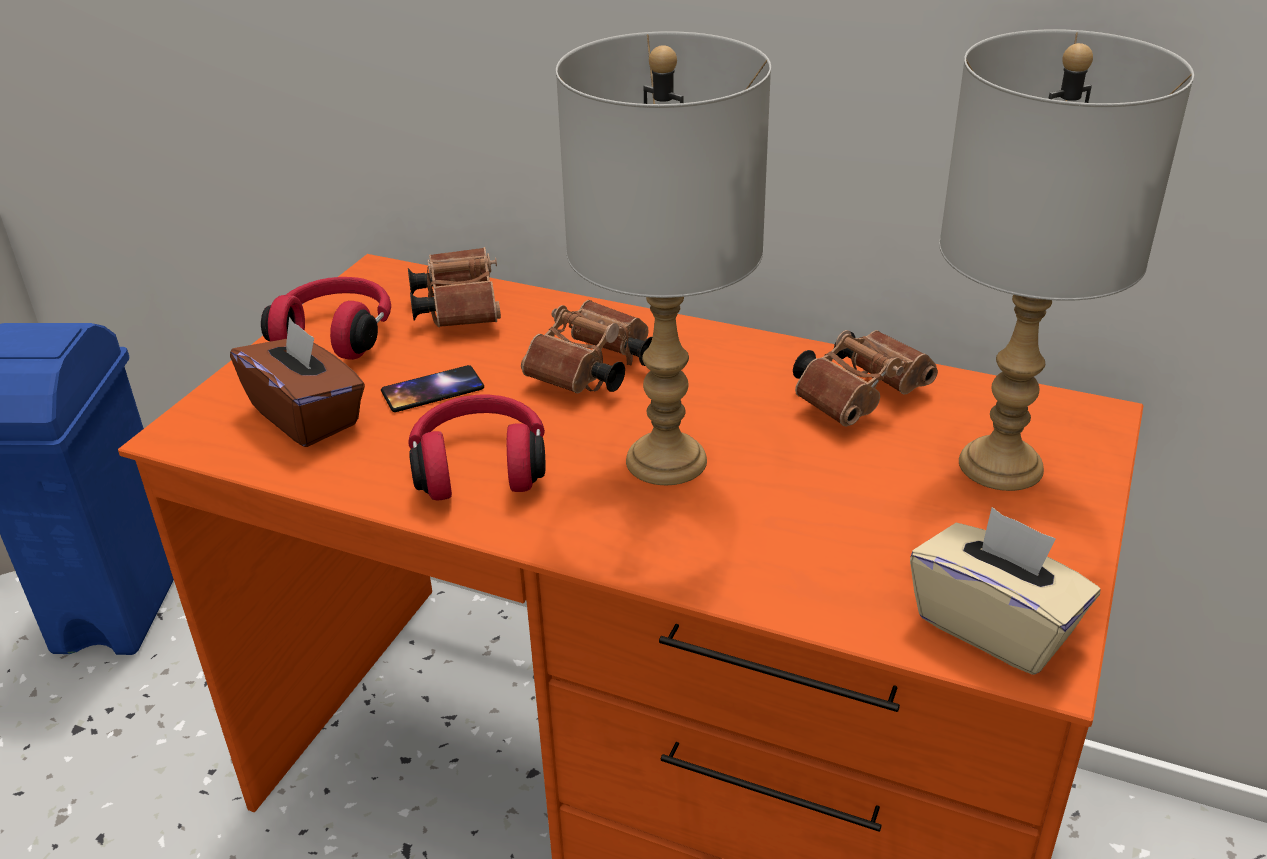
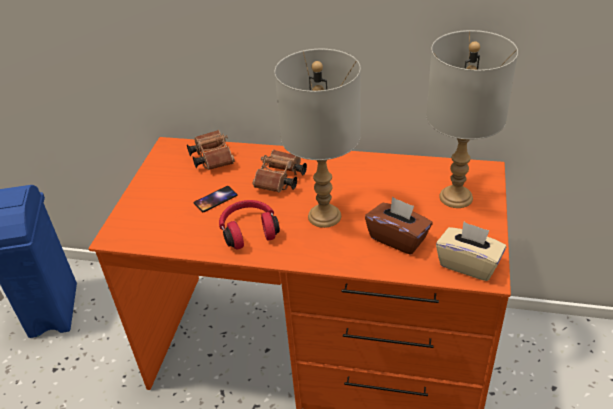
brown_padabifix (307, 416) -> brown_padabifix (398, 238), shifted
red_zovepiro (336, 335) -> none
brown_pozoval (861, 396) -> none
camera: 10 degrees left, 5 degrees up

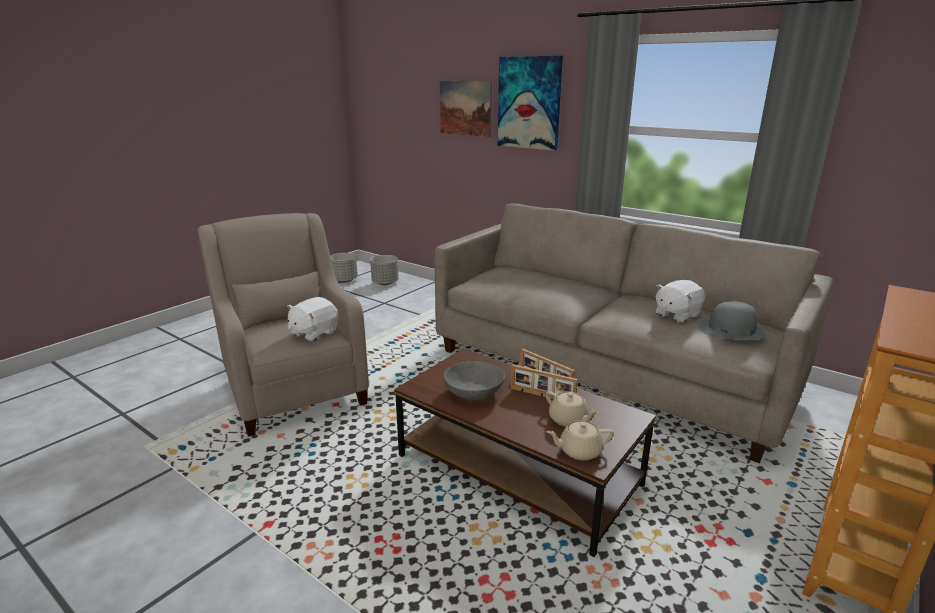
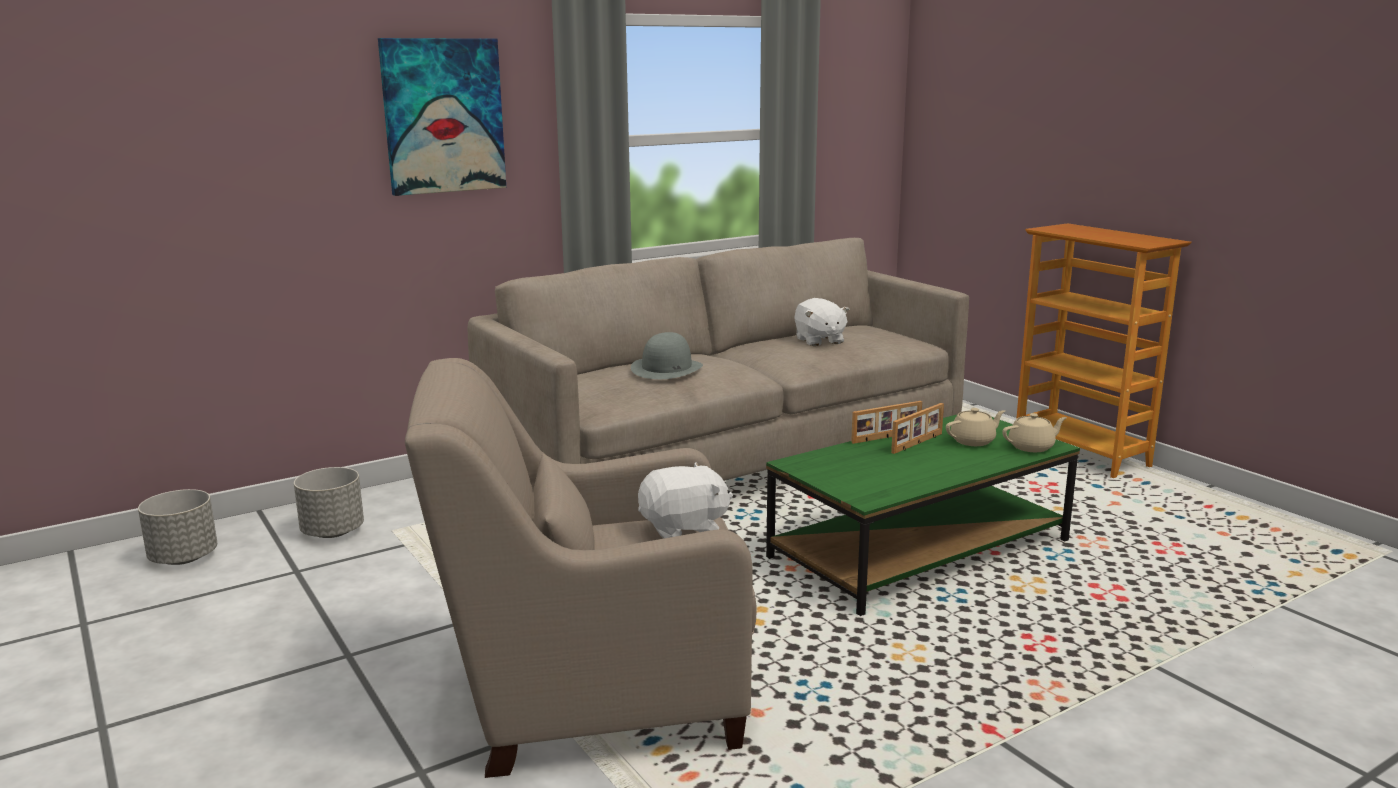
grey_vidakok (344, 280) -> grey_vidakok (332, 532), shifted
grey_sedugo (731, 330) -> grey_sedugo (666, 368), shifted
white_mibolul (313, 333) -> white_mibolul (684, 529), 75 degrees counterclockwise
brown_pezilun (517, 470) -> green_pezilun (918, 549)
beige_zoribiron (579, 451) -> beige_zoribiron (1032, 447), 120 degrees counterclockwise
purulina (465, 108) -> none
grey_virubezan (473, 392) -> none
camera: 70 degrees left, 5 degrees down

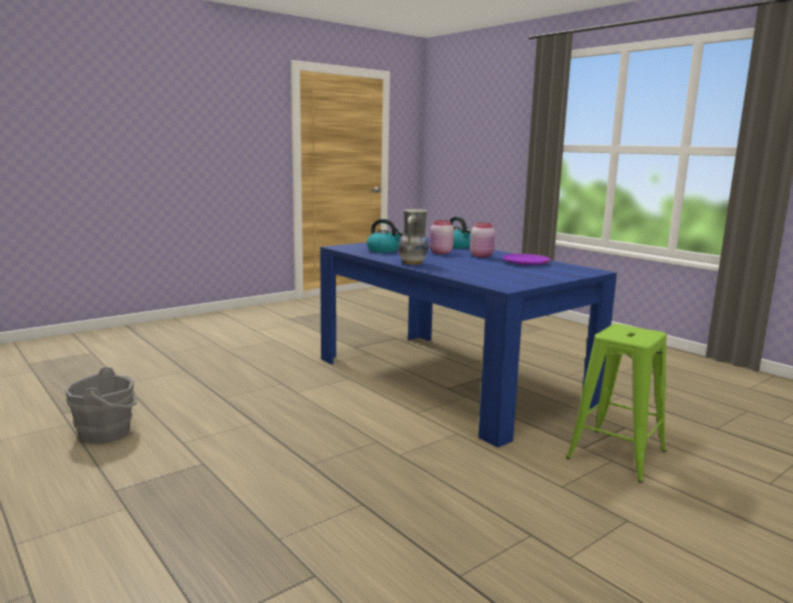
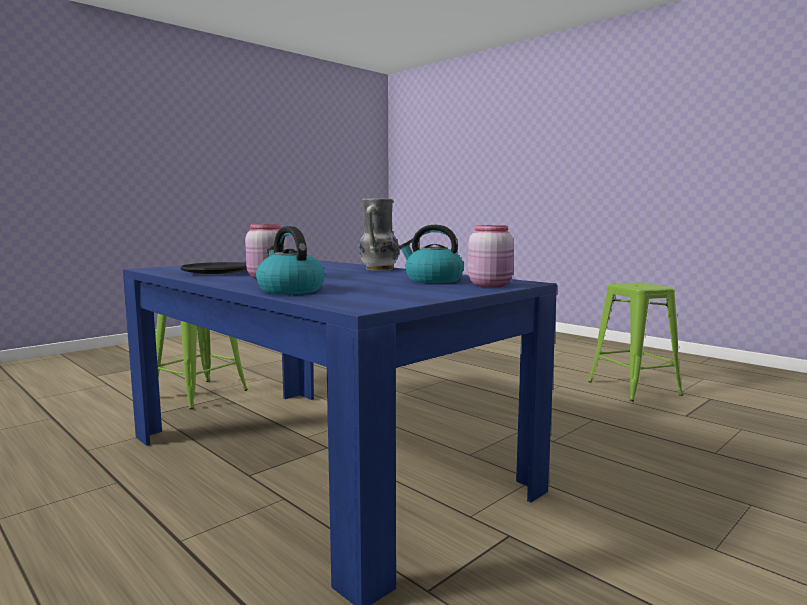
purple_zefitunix (526, 263) -> black_zefitunix (217, 273)
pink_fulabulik (440, 252) -> pink_fulabulik (490, 285), shifted
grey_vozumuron (106, 433) -> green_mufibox (633, 388)
camera: 175 degrees right, 5 degrees down

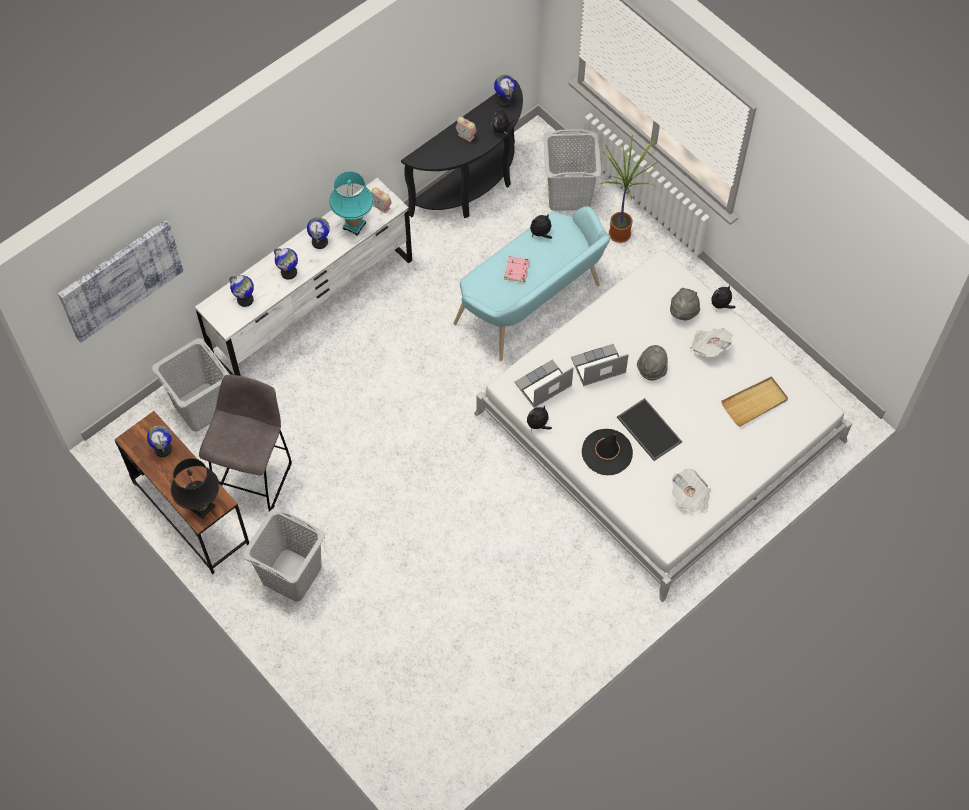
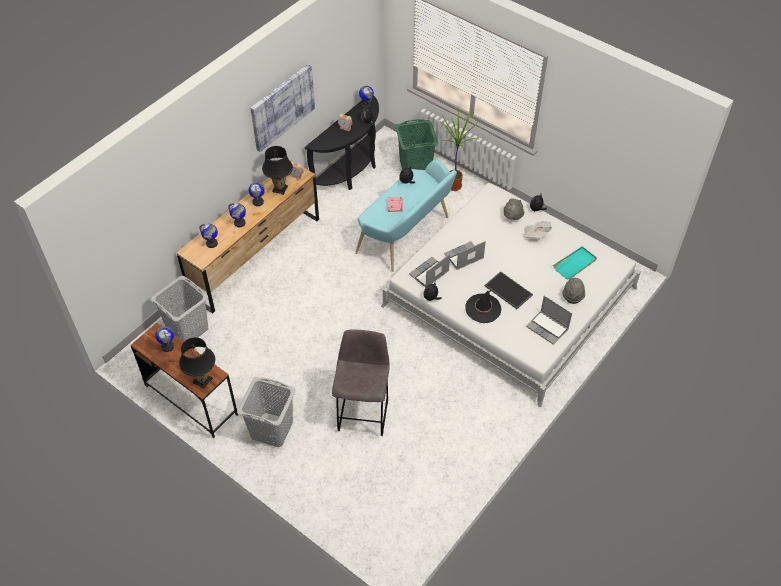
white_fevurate (312, 308) -> brown_fevurate (256, 257)
purulina (120, 279) -> purulina (281, 106), shifted
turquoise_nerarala (354, 225) -> black_nerarala (280, 189)
grey_mufibox (255, 477) -> grey_mufibox (363, 413), shifted
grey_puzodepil (569, 194) -> green_puzodepil (415, 167)
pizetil (690, 497) -> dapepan (548, 328)
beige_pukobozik (754, 402) -> turquoise_pukobozik (575, 264)
grey_sedugo (652, 369) -> grey_sedugo (572, 296), shifted
camera: 10 degrees left, 10 degrees down

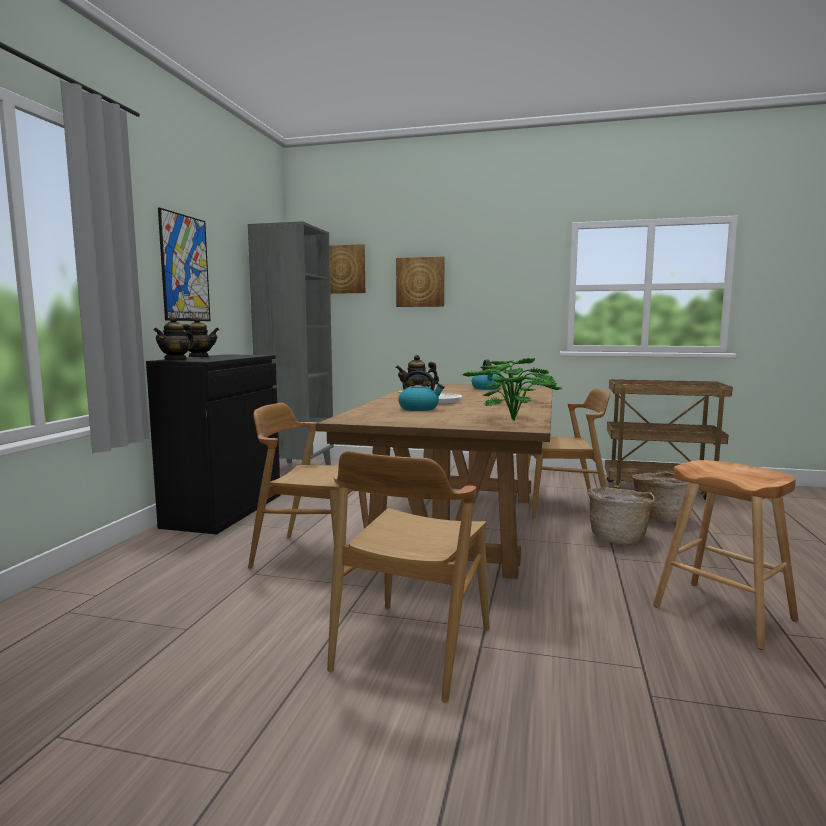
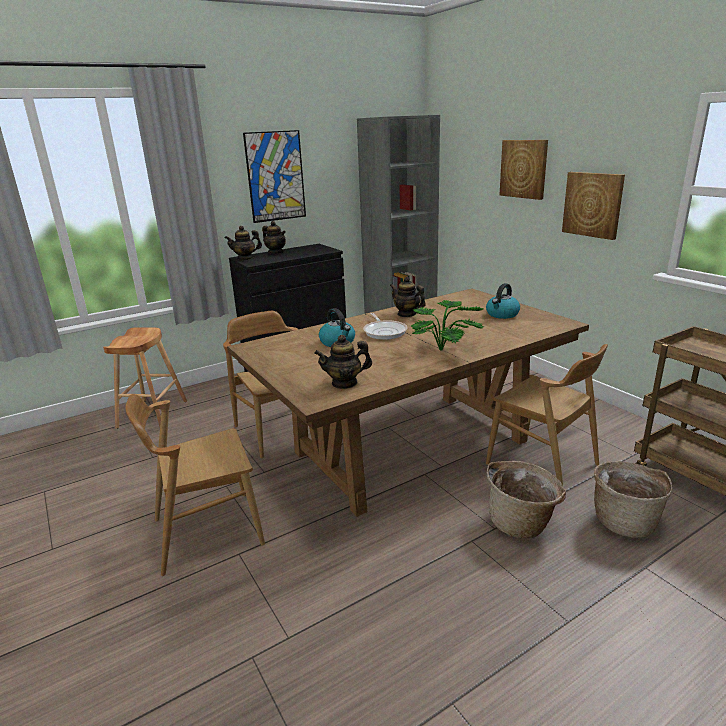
brown_mufibox (722, 613) -> brown_mufibox (152, 414), shifted
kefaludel (511, 419) -> zoribiron (344, 383)
purulina (342, 269) -> purulina (593, 204), shifted
camera: 45 degrees right, 15 degrees up

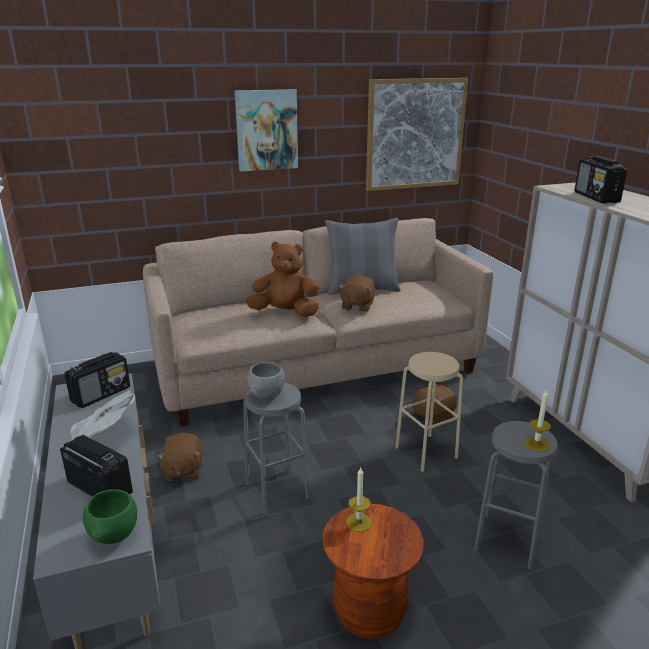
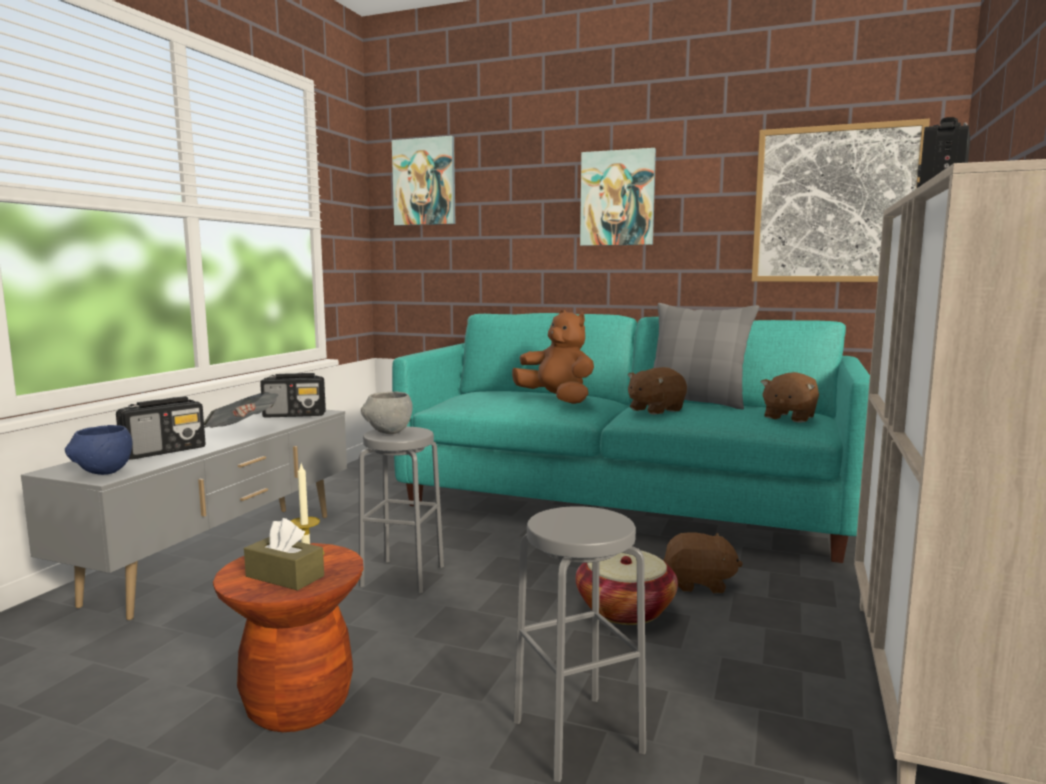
green_virubezan (113, 537) -> blue_virubezan (103, 473)
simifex (99, 488) -> simifex (164, 451), 60 degrees clockwise
none -> brown_padabifix (285, 576)
none -> purulina (424, 182)
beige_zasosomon (317, 367) -> turquoise_zasosomon (623, 503)
beige_mufibox (426, 452) -> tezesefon (625, 609)
brown_mibolul (183, 470) -> brown_mibolul (788, 417), shifted
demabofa (536, 444) -> none
camera: 40 degrees right, 15 degrees down

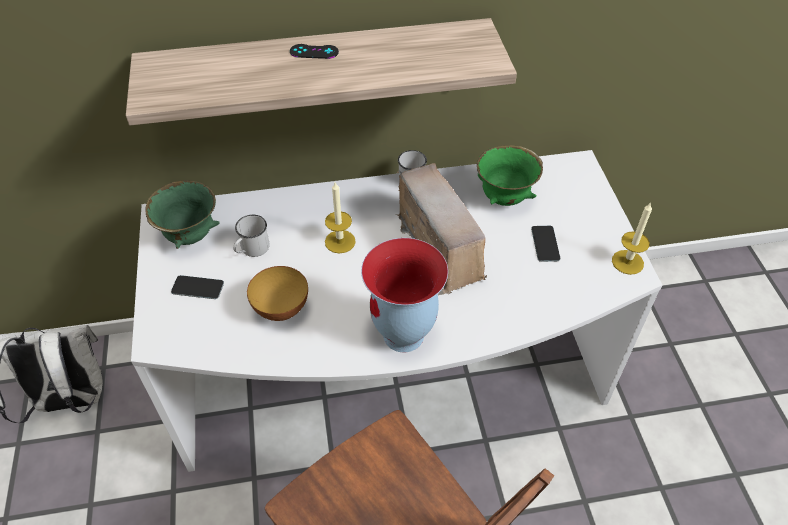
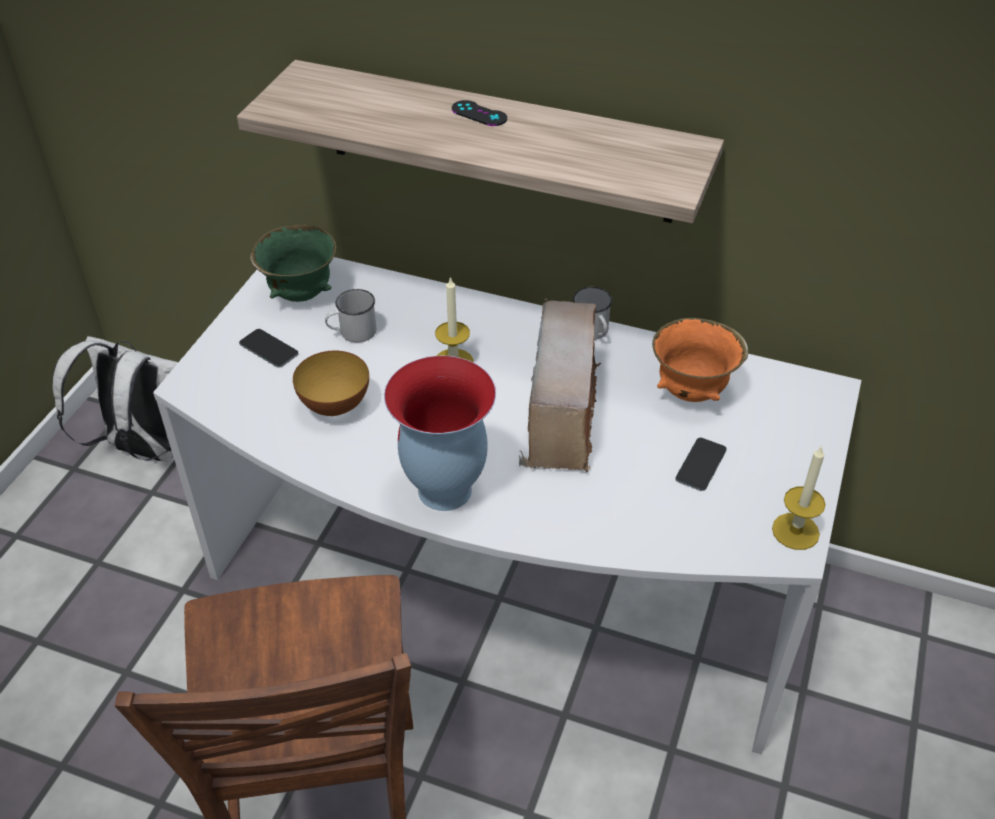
green_virubezan (505, 198) -> orange_virubezan (691, 393)
camera: 30 degrees right, 5 degrees down

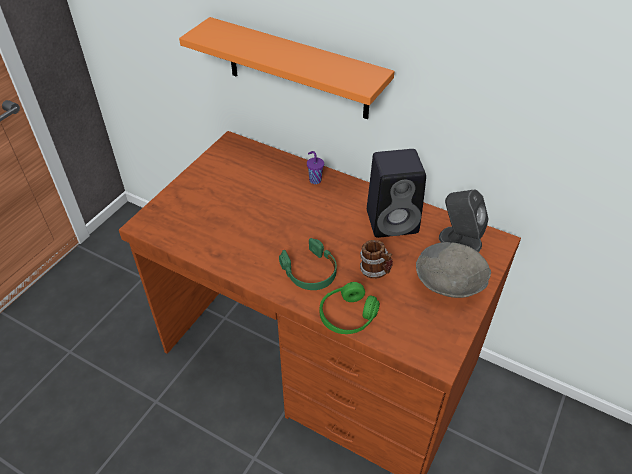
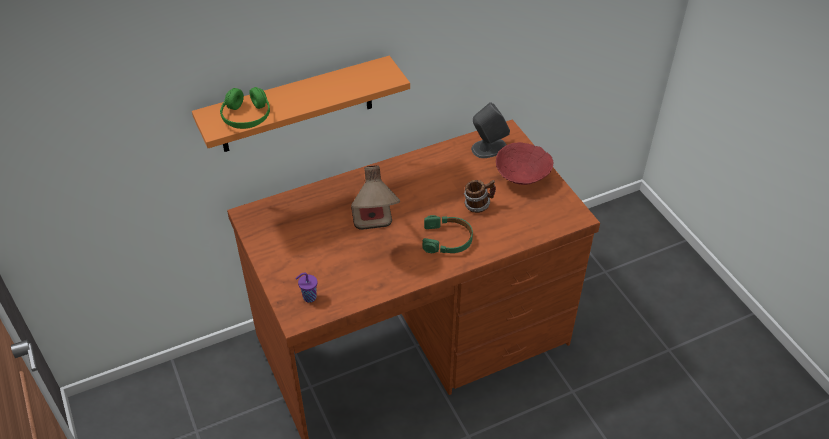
green_zovepiro (347, 316) -> green_zovepiro (246, 117), shifted
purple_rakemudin (314, 180) -> purple_rakemudin (308, 297), shifted
none -> nerarala (375, 232)
grey_virubezan (450, 284) -> red_virubezan (522, 175)
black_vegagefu (393, 221) -> none
camera: 55 degrees left, 0 degrees up

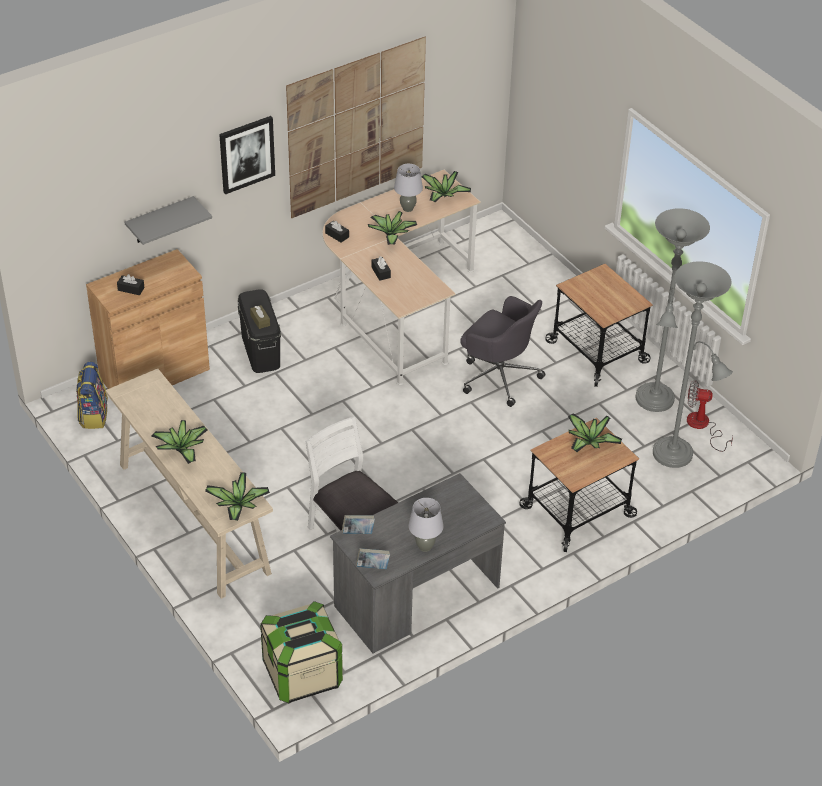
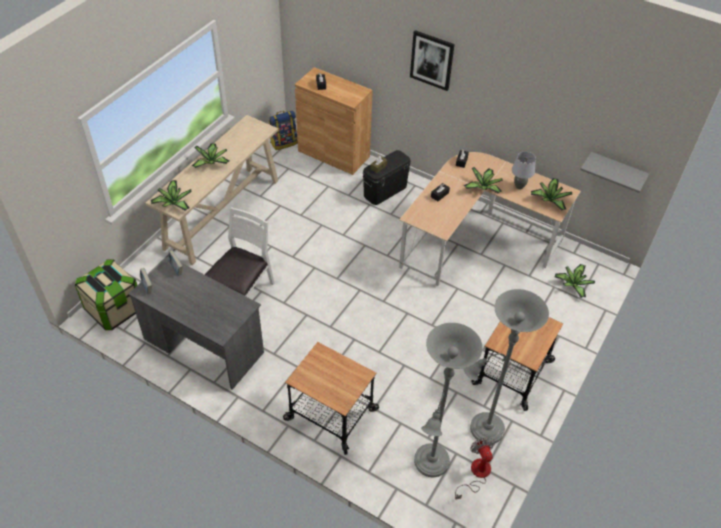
kefaludel (589, 442) -> kefaludel (573, 284), shifted
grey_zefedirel (160, 220) -> grey_zefedirel (616, 171), shifted
purulina (356, 127) -> none
grey_nerarala (425, 547) -> none
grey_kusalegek (498, 375) -> none
camera: 65 degrees right, 5 degrees up

